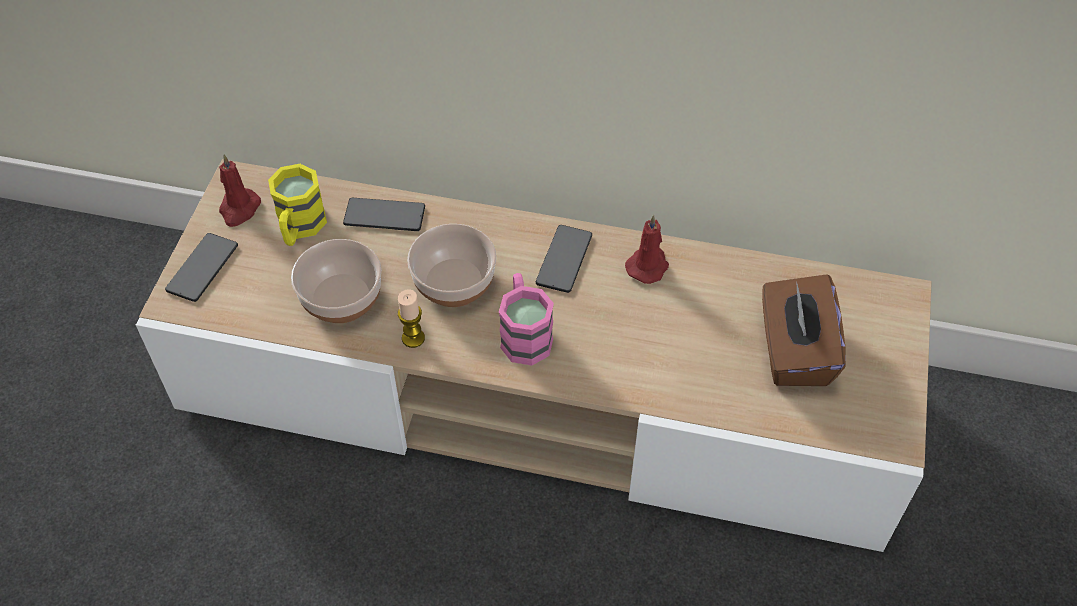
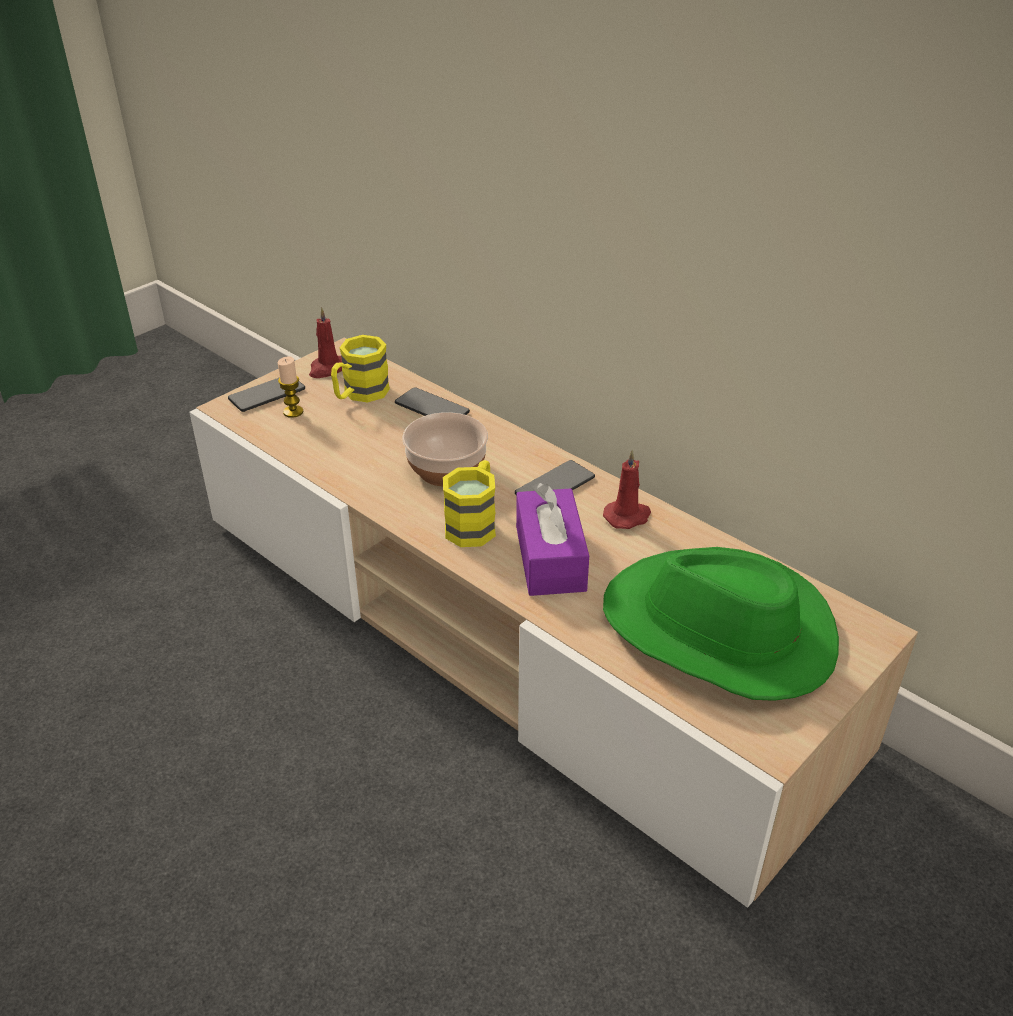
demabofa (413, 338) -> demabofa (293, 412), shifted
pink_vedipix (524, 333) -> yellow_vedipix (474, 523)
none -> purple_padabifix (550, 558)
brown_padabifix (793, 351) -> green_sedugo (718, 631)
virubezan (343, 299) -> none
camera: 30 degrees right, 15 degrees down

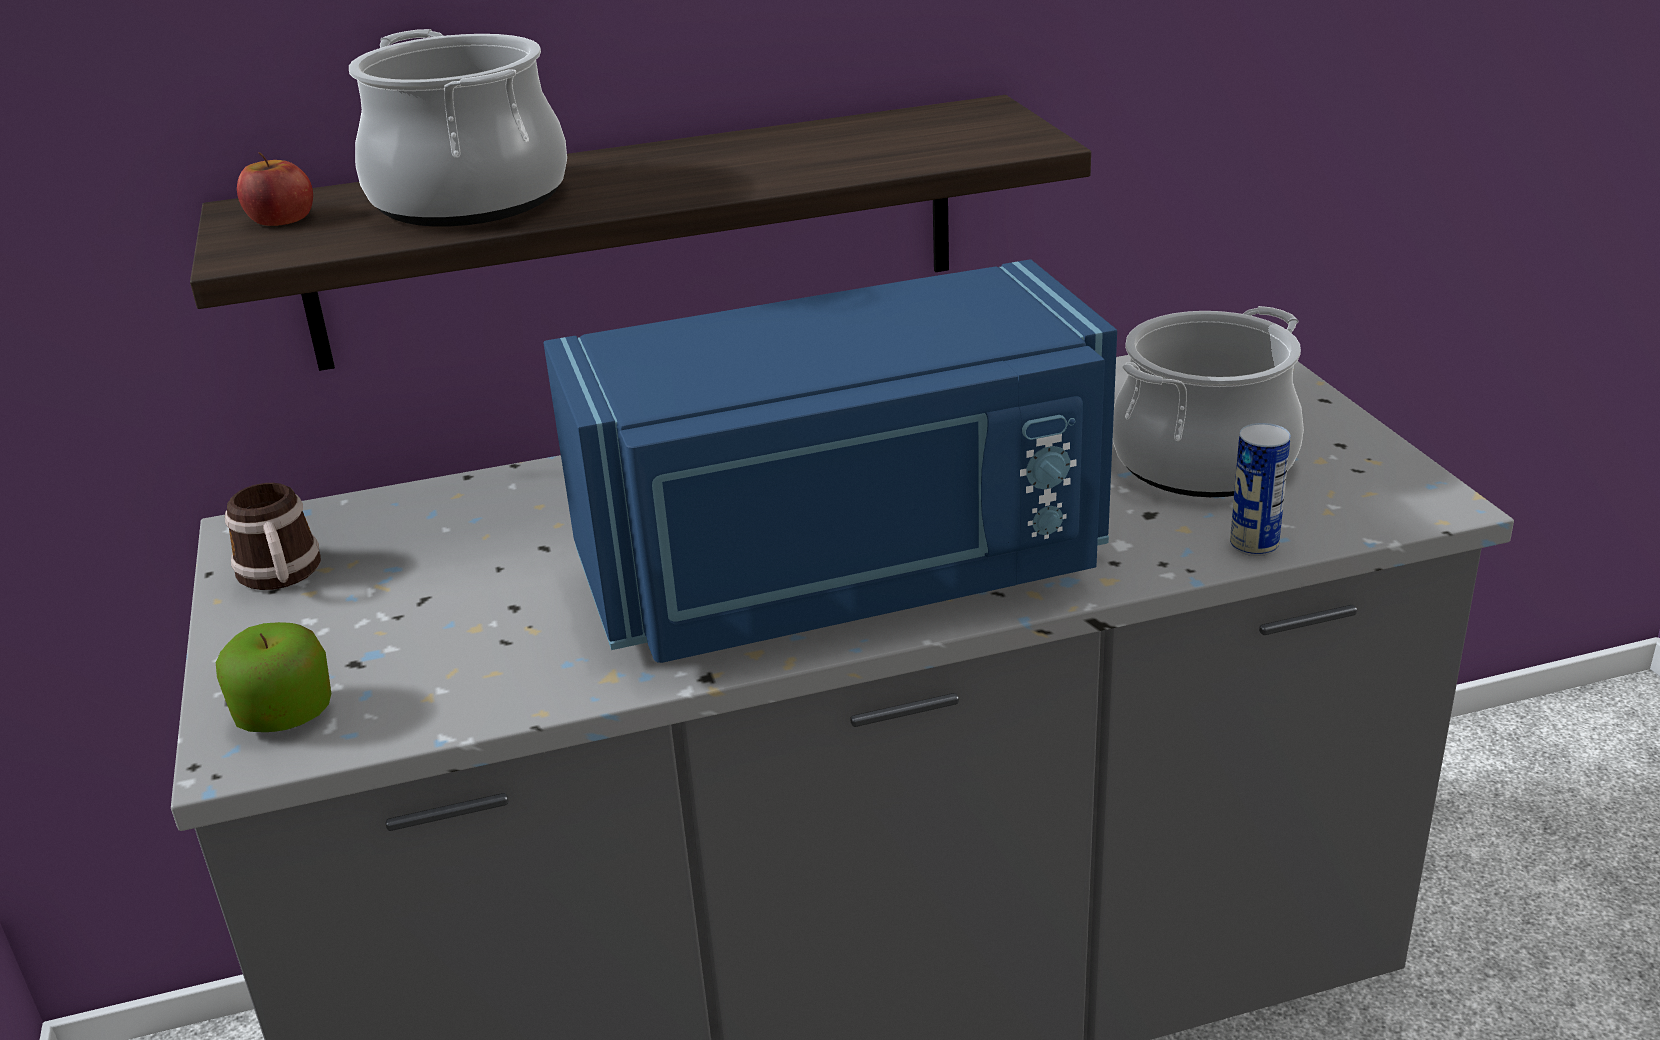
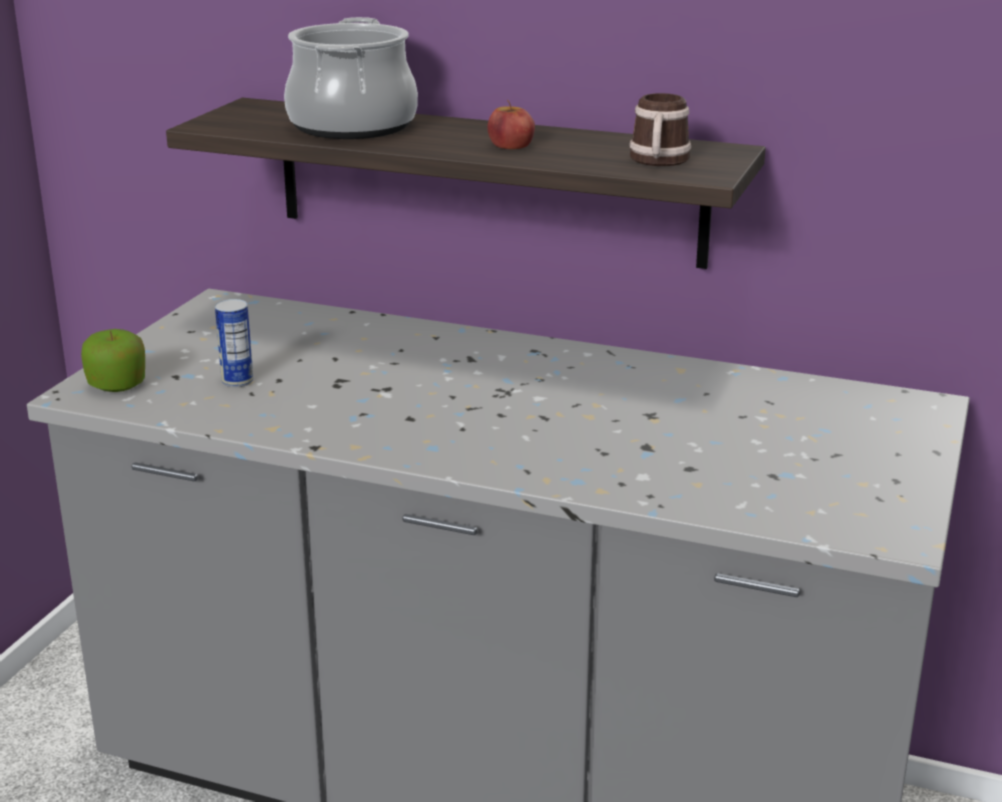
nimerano (1254, 545) -> nimerano (237, 381), shifted
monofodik (281, 218) -> monofodik (511, 145), shifted
vedipix (281, 576) -> vedipix (658, 161), shifted
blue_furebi (846, 576) -> none
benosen (1202, 460) -> none
camera: 35 degrees right, 5 degrees down

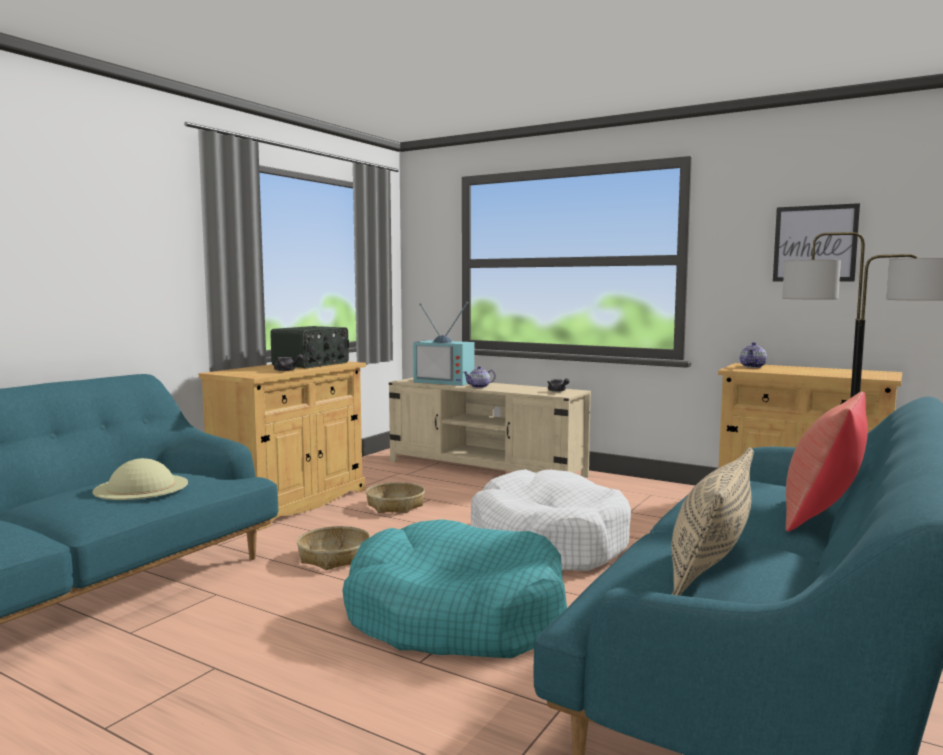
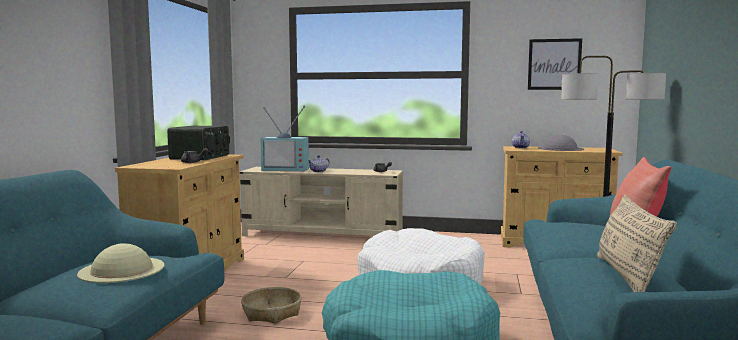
none -> grey_sedugo (560, 148)
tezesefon (395, 505) -> none
camera: 20 degrees left, 0 degrees up

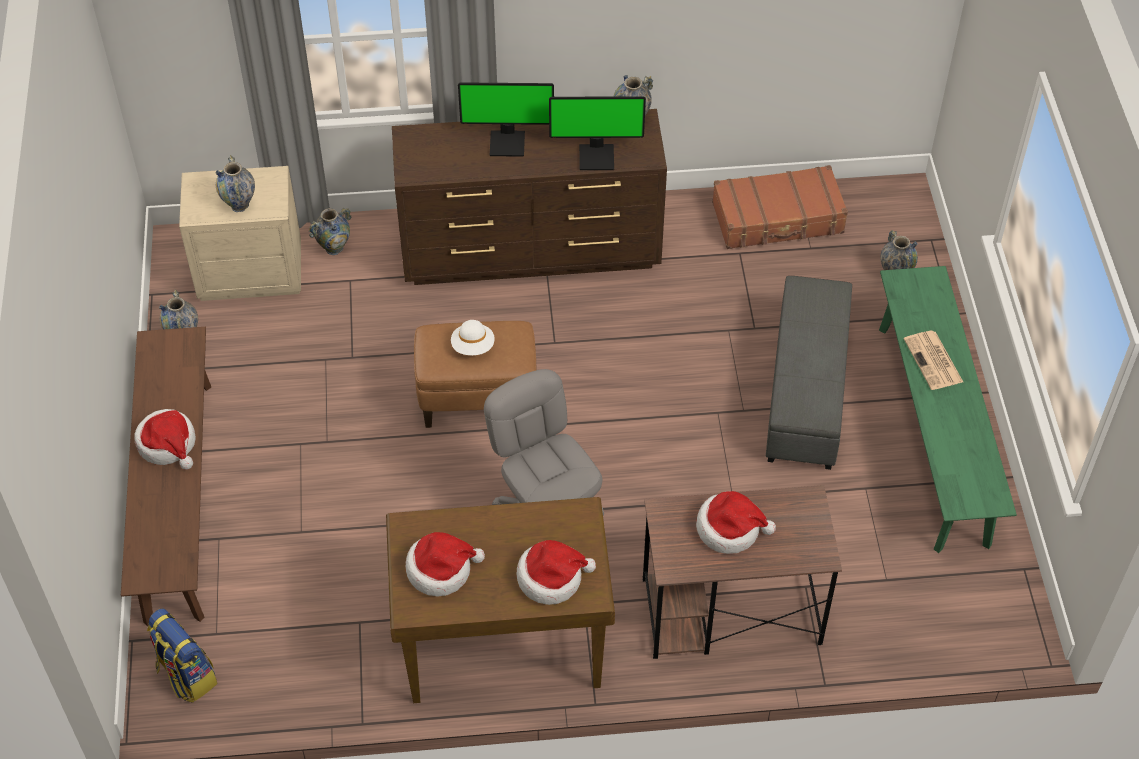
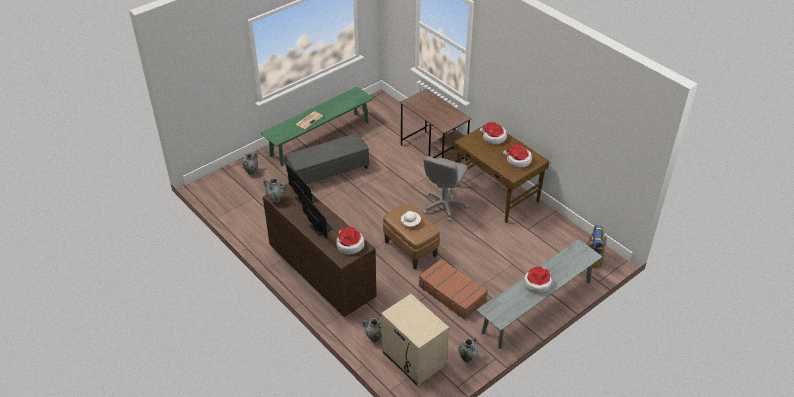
sedugo (730, 529) -> sedugo (349, 245), shifted
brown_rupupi (778, 219) -> brown_rupupi (452, 293), shifted
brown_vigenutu (178, 499) -> grey_vigenutu (537, 307)
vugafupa (239, 205) -> none
camera: 125 degrees left, 10 degrees down

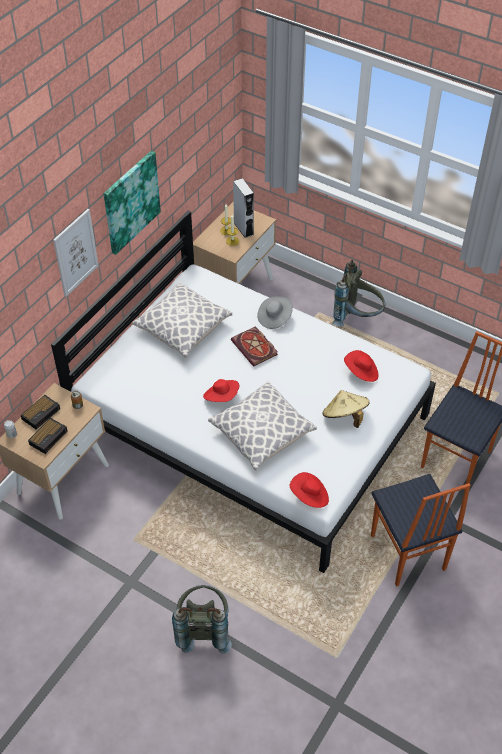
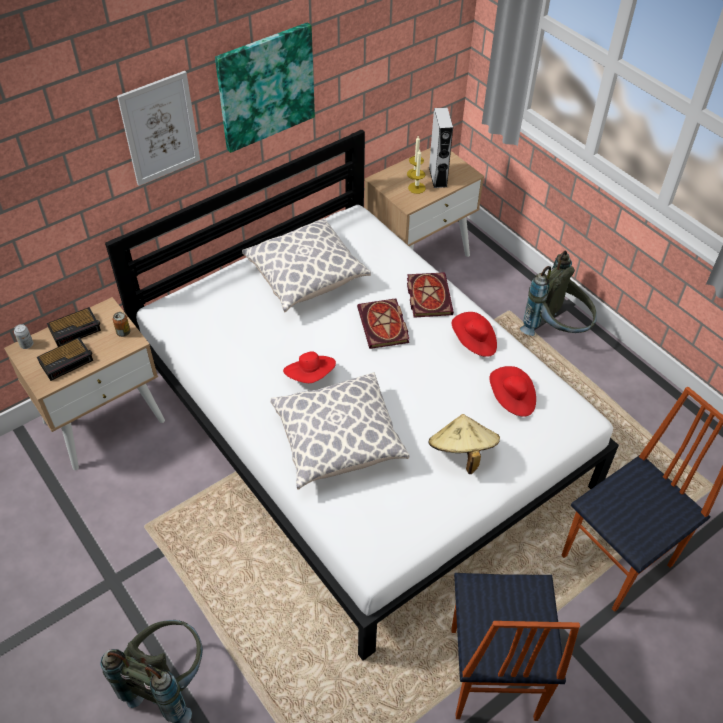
grey_sedugo (274, 318) -> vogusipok (427, 295)
red_sedugo (309, 496) -> red_sedugo (474, 343), shifted
camera: 20 degrees right, 0 degrees up

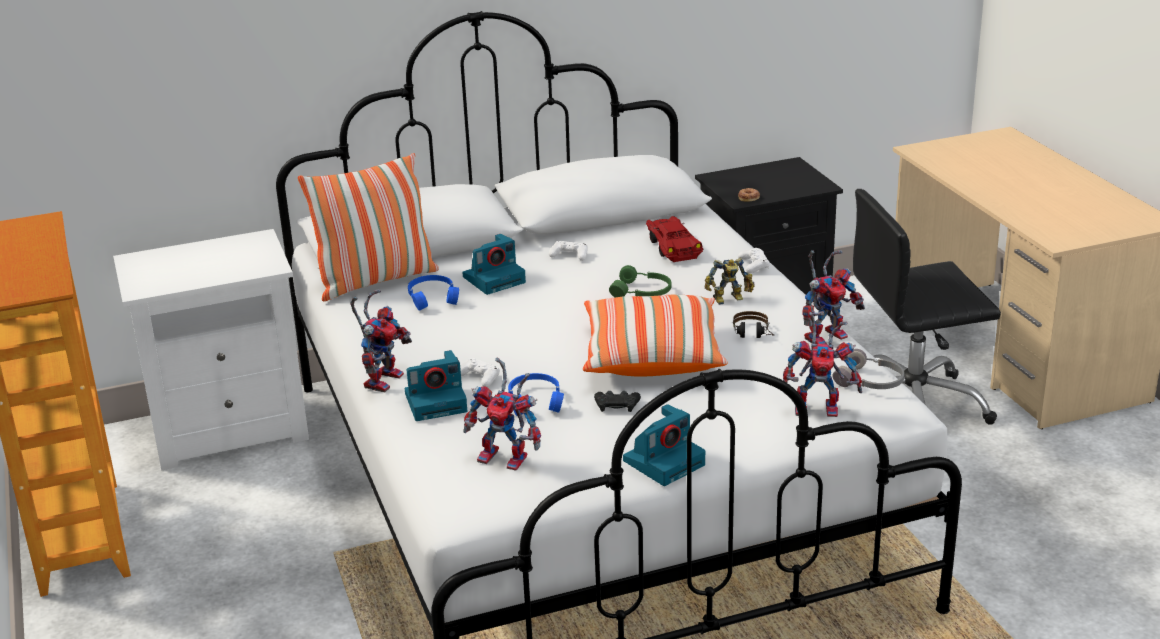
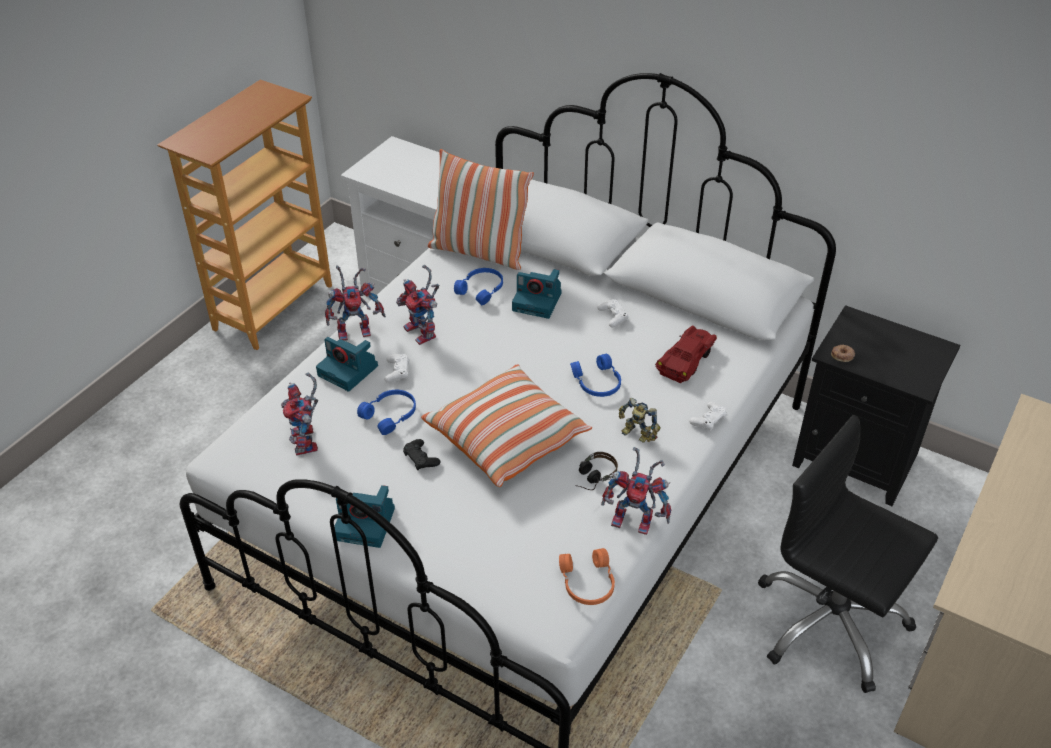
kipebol (820, 407) -> kipebol (424, 333), shifted
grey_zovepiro (870, 382) -> orange_zovepiro (587, 583)
green_zovepiro (642, 292) -> blue_zovepiro (596, 383)
camera: 50 degrees right, 15 degrees up

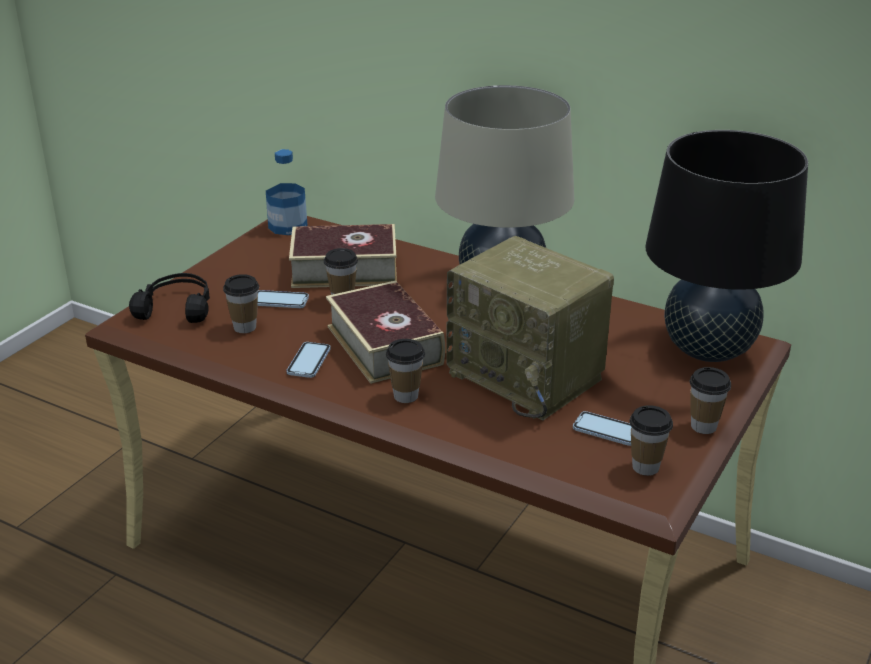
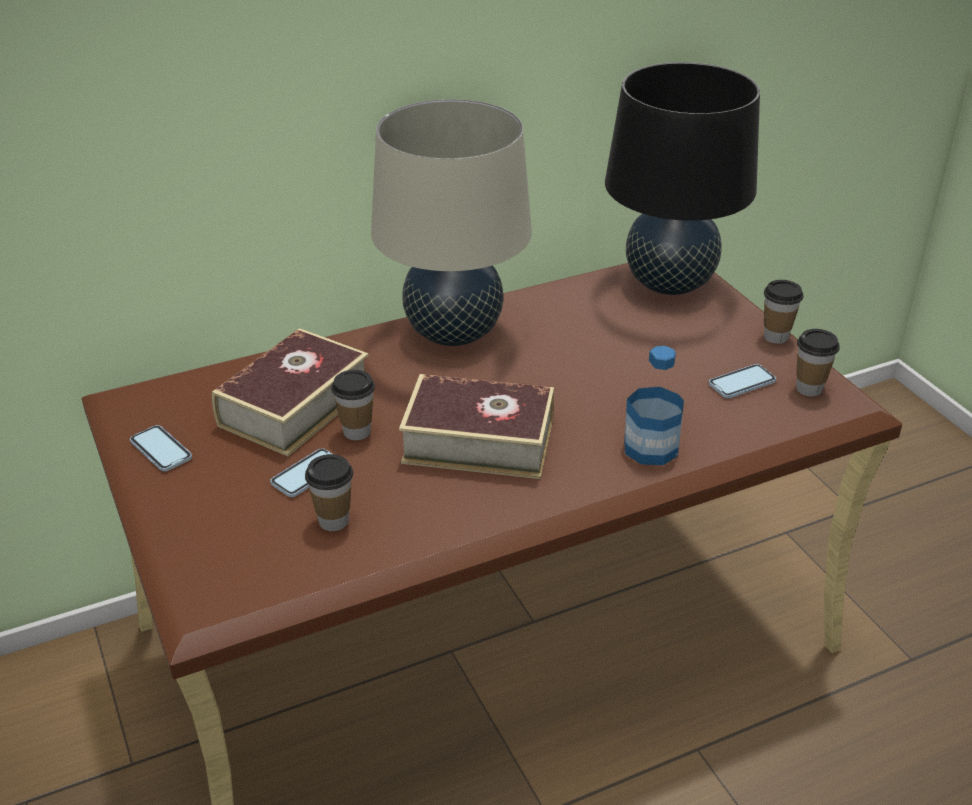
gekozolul (309, 361) -> gekozolul (161, 450), shifted
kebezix (288, 226) -> kebezix (650, 448), shifted
black_zovepiro (177, 308) -> none
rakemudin (406, 396) -> none
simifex (528, 376) -> none
camera: 55 degrees left, 5 degrees up

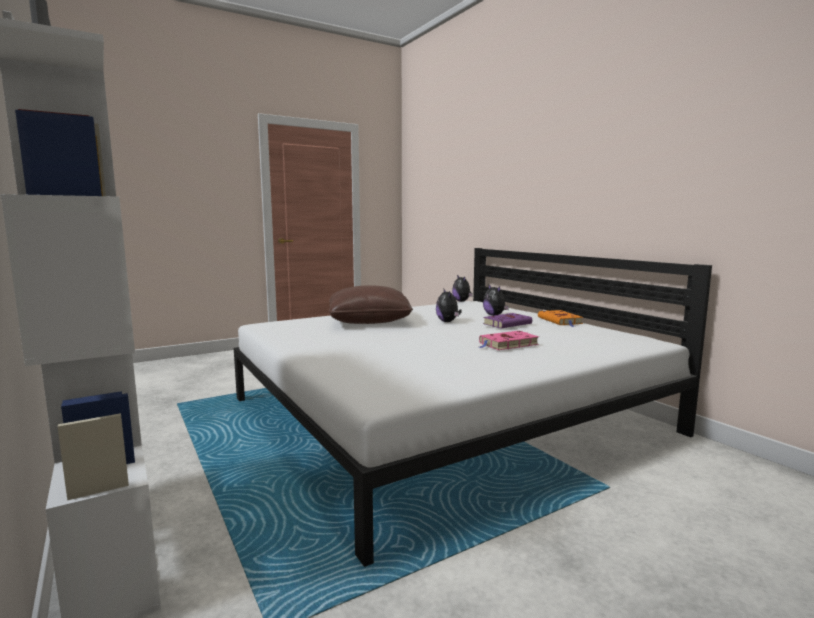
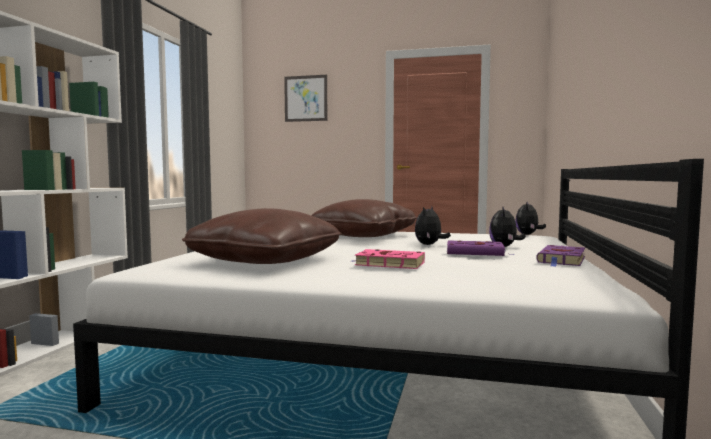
none -> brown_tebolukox (265, 261)
none -> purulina (306, 98)
orange_vogusipok (560, 321) -> purple_vogusipok (561, 260)
camera: 45 degrees right, 5 degrees down

